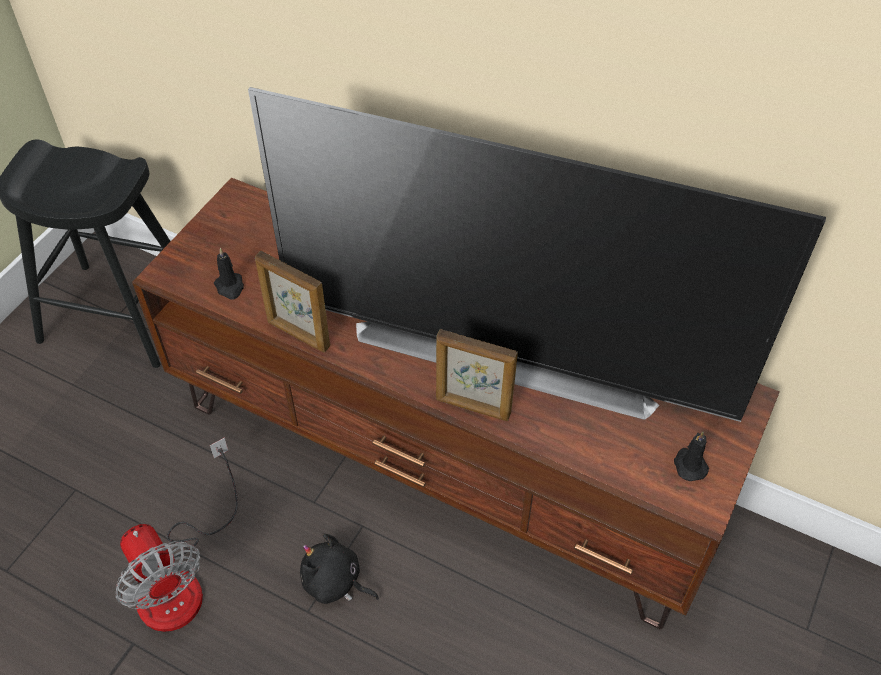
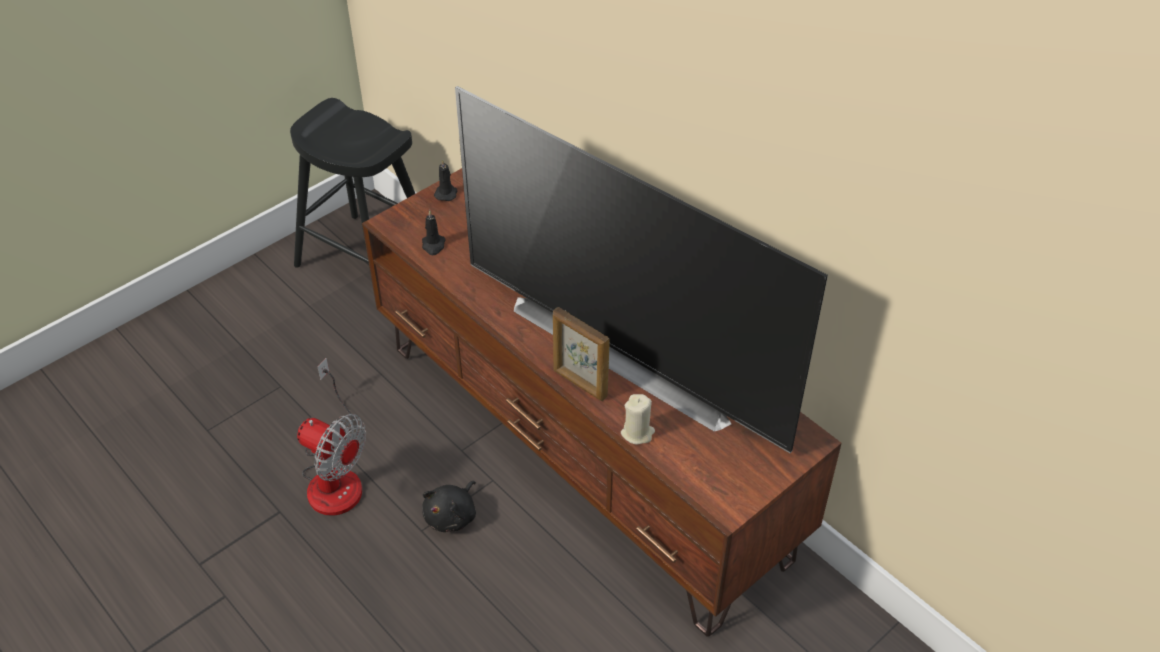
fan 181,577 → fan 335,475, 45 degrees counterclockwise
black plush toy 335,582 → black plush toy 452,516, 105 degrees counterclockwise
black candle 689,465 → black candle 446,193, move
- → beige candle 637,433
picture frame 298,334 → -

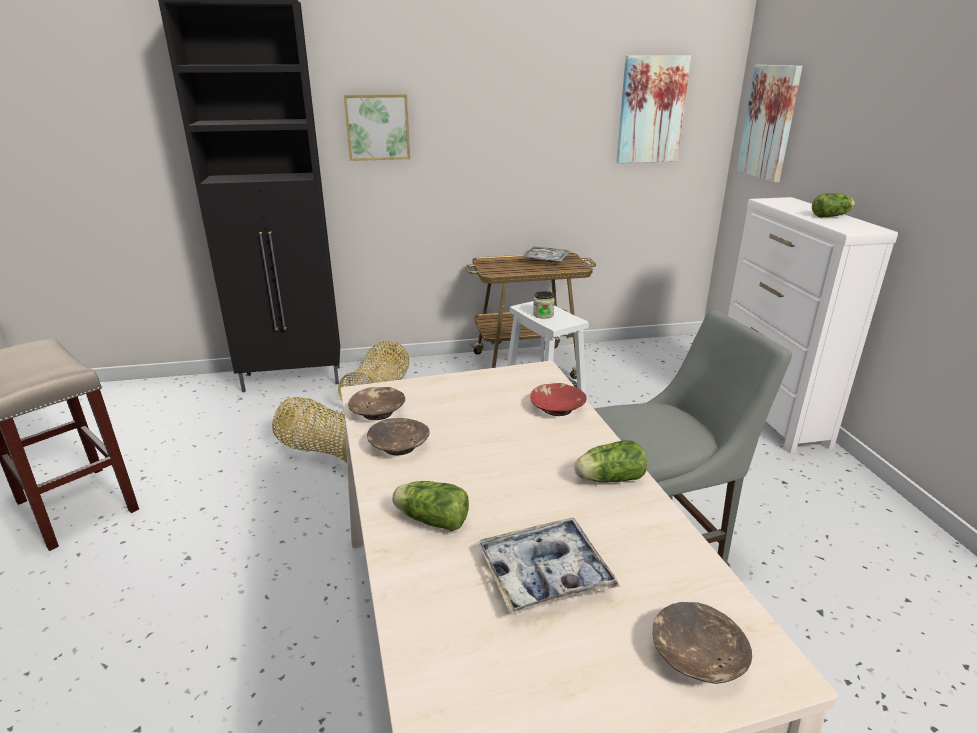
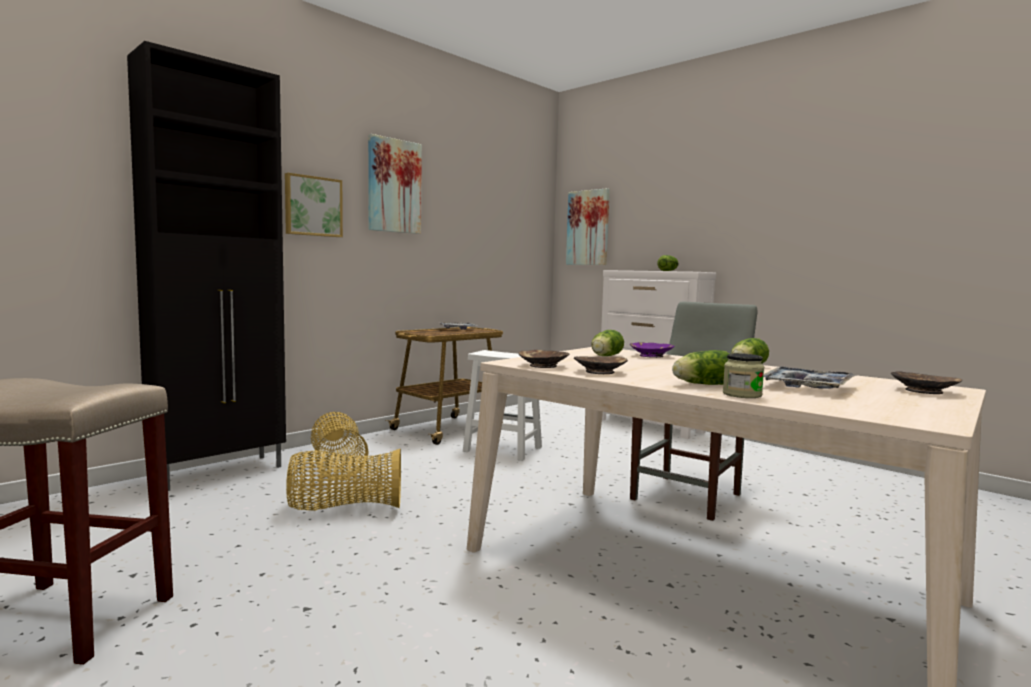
picture 651,110 → picture 394,186, move
- → lettuce 605,356
red bowl 558,408 → purple bowl 651,355
jar 543,315 → jar 742,394, move

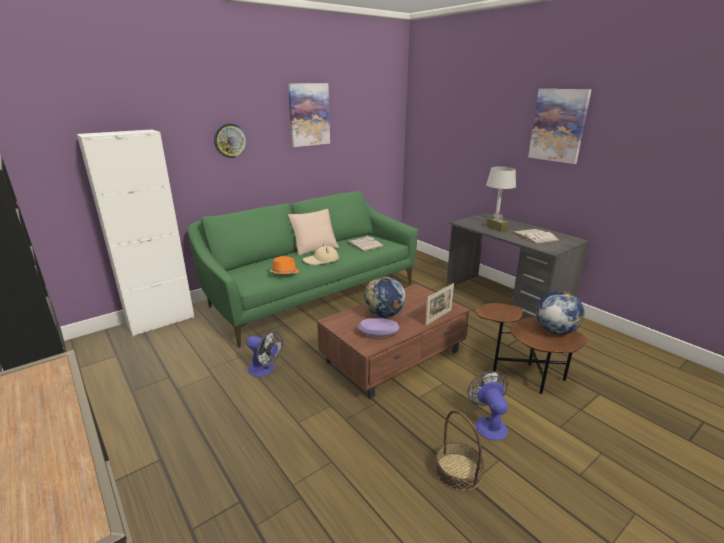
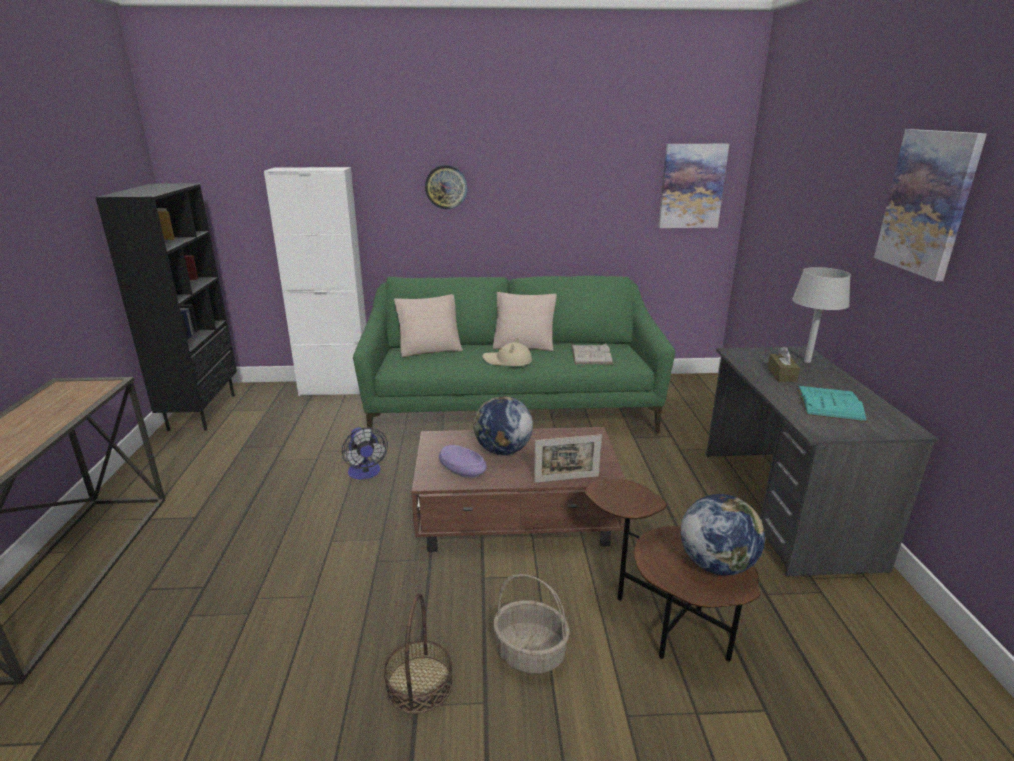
- → beige pillow 429,348
fan 488,423 → basket 529,653
picture 309,115 → picture 692,186, move
white book 535,236 → turquoise book 829,403
orange hat 284,273 → -

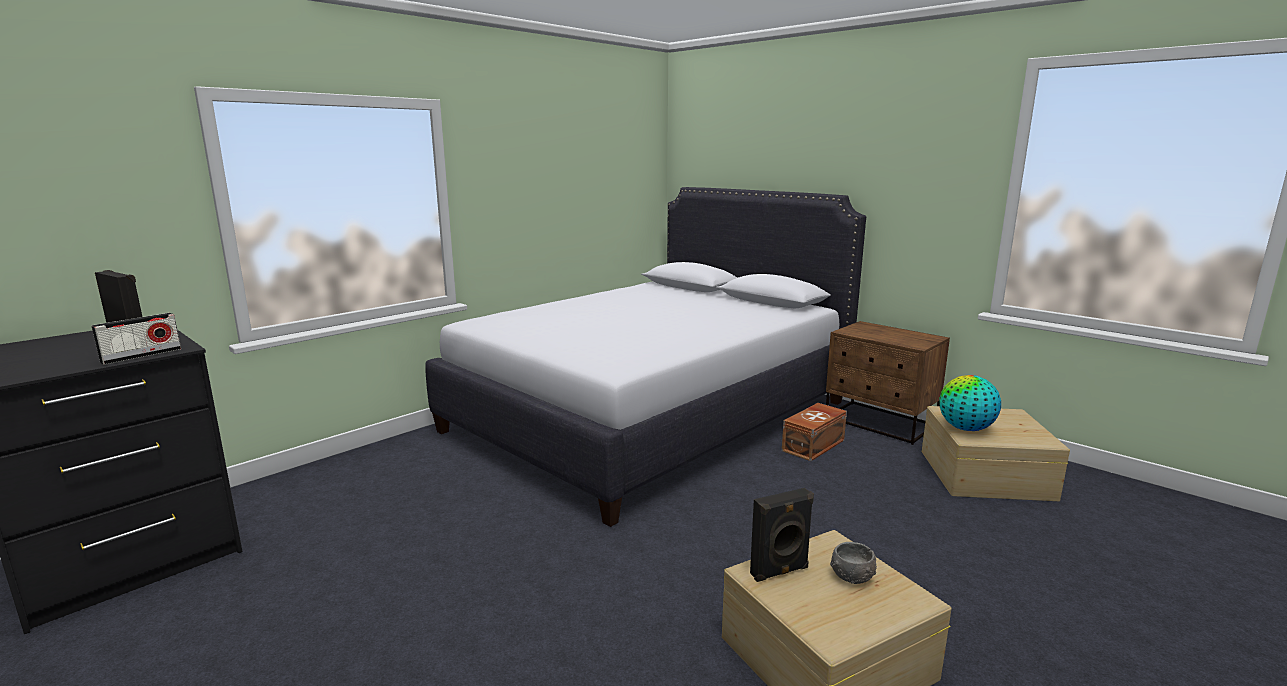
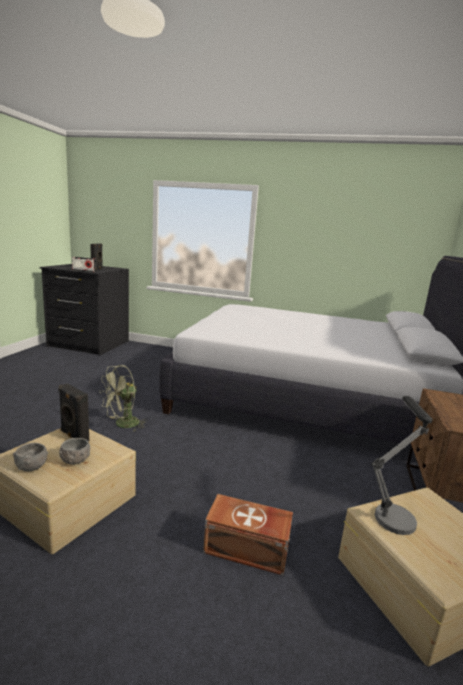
- → grey bowl 31,466
- → green fan 122,425
brown storage box 814,445 → brown storage box 247,549, move
globe 965,429 → table lamp 393,511

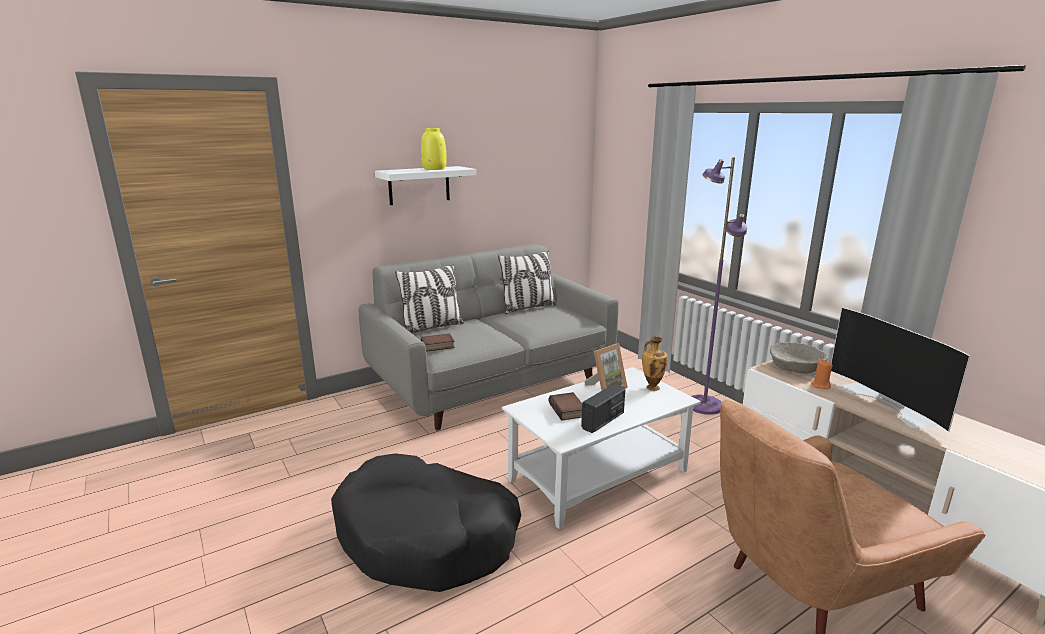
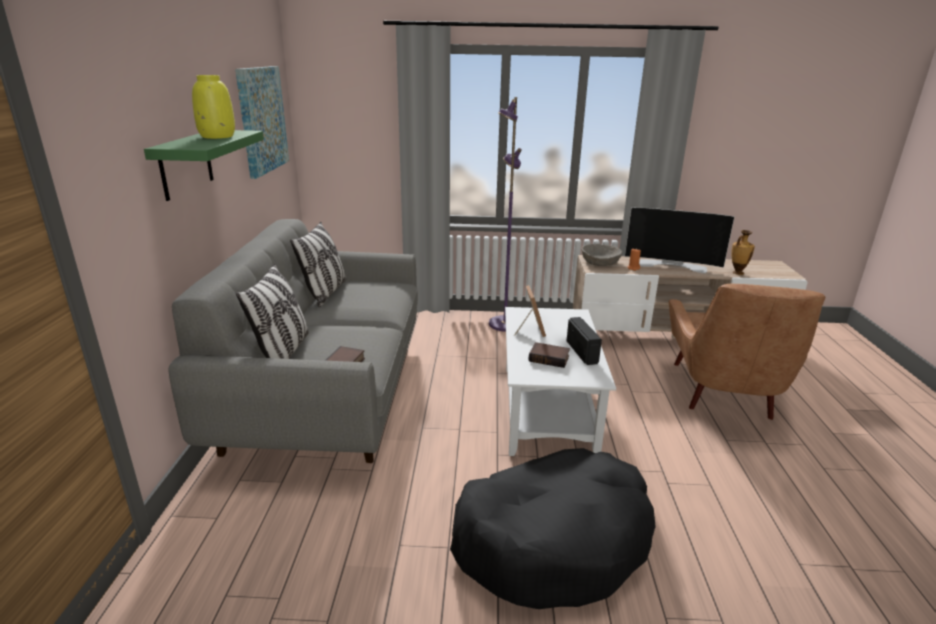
white shelf 419,185 → green shelf 186,164
- → picture 262,120
vase 652,387 → vase 737,273, move

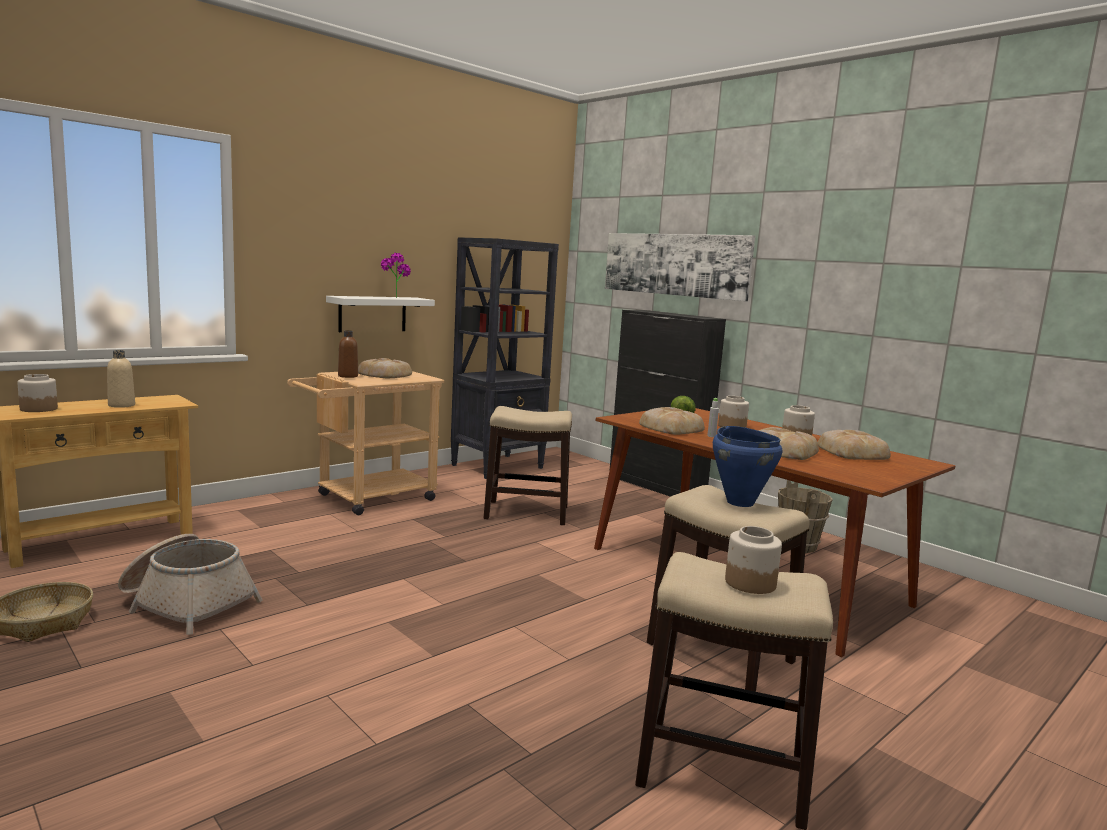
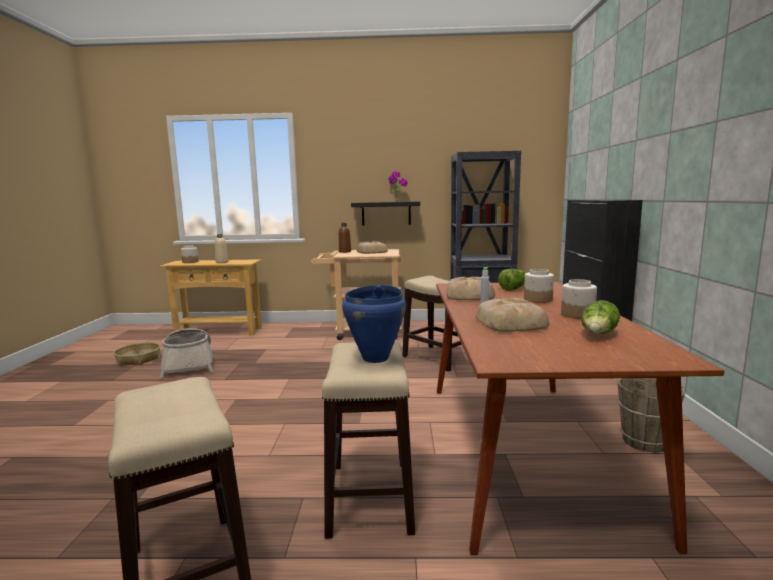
white shelf 372,314 → black shelf 386,213
bread 852,452 → lettuce 598,335
picture 674,264 → -
jar 749,583 → -

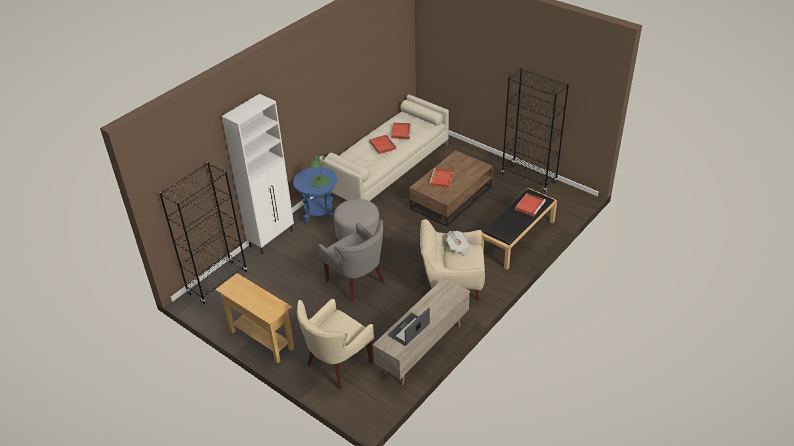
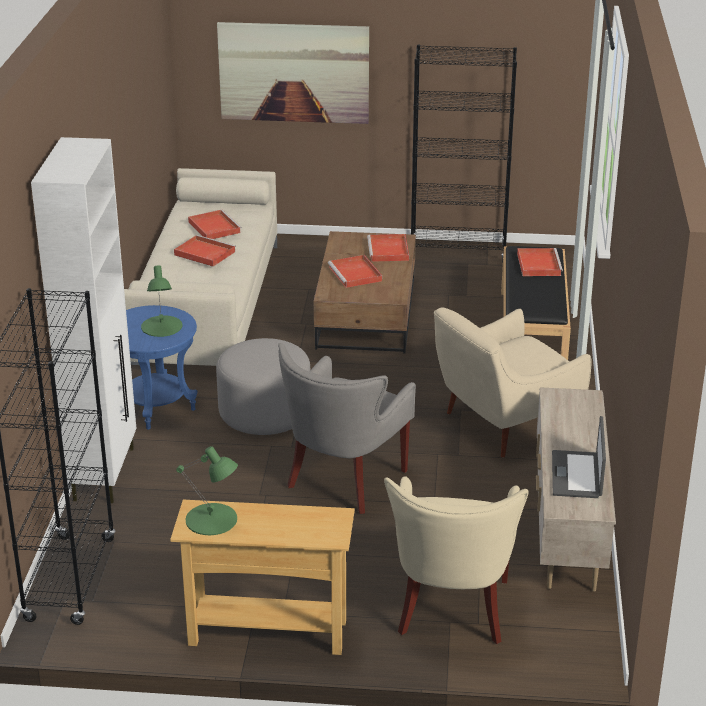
- → green table lamp 212,520
- → picture 294,72
grey armchair 356,282 → grey armchair 344,480, 105 degrees clockwise
- → red tray 388,251
newspaper 459,248 → -

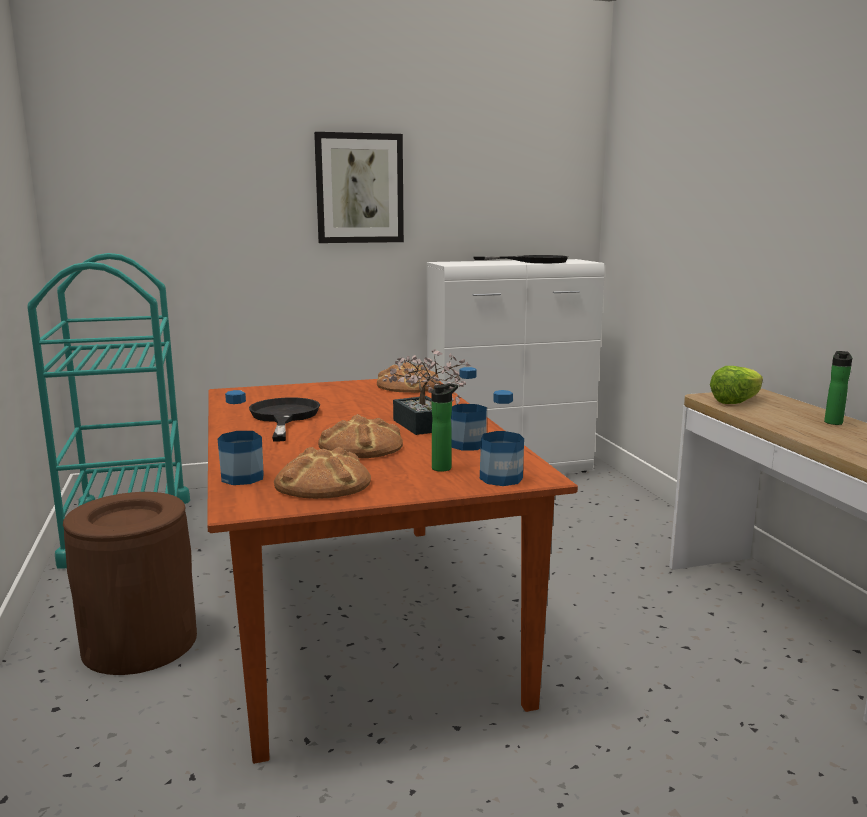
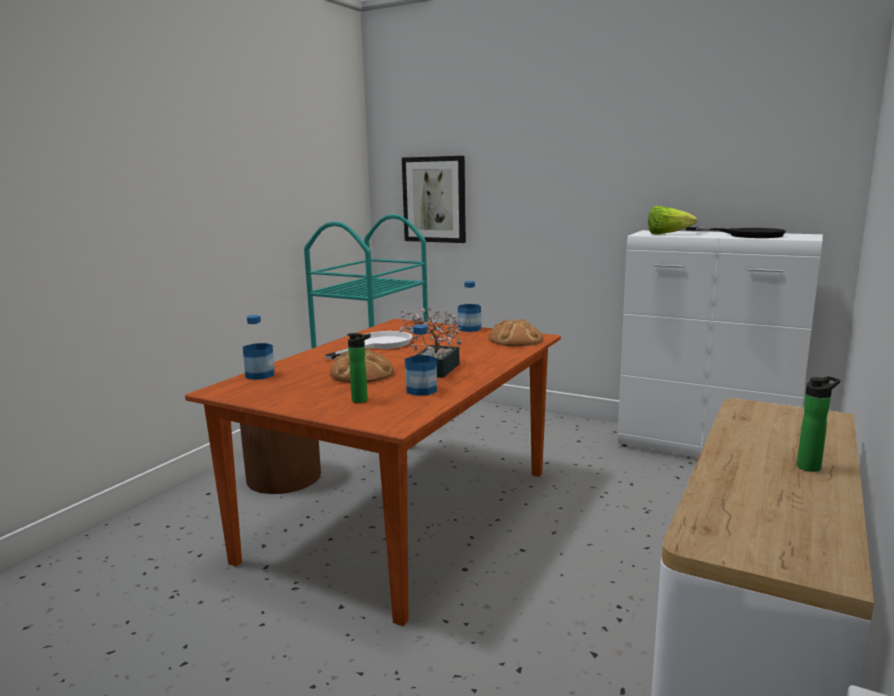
black frying pan 284,417 → white frying pan 378,345
picture 359,188 → picture 434,199, move
bottle 501,478 → bottle 469,329, move
lettuce 736,402 → lettuce 667,234, move
bread 323,482 → -

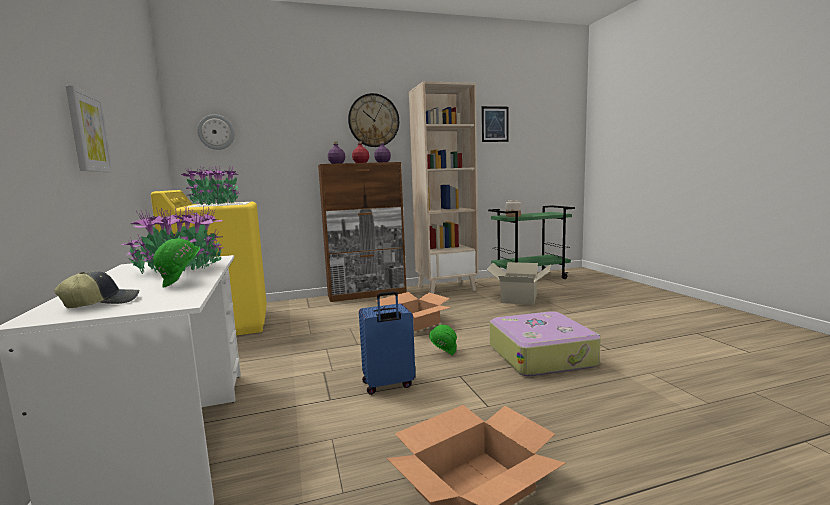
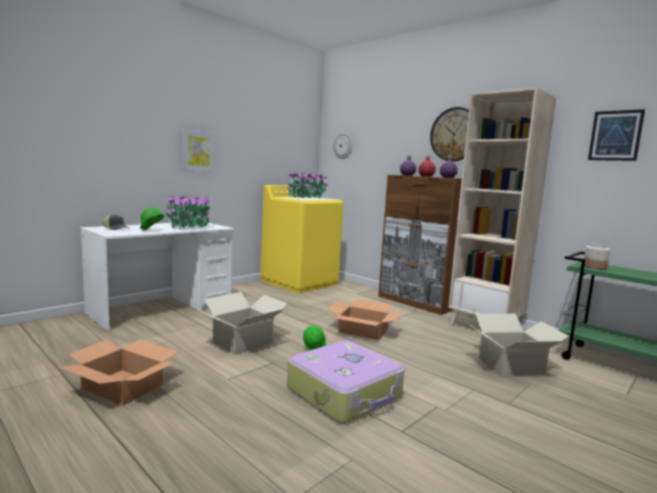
blue suitcase 388,385 → cardboard box 242,342

